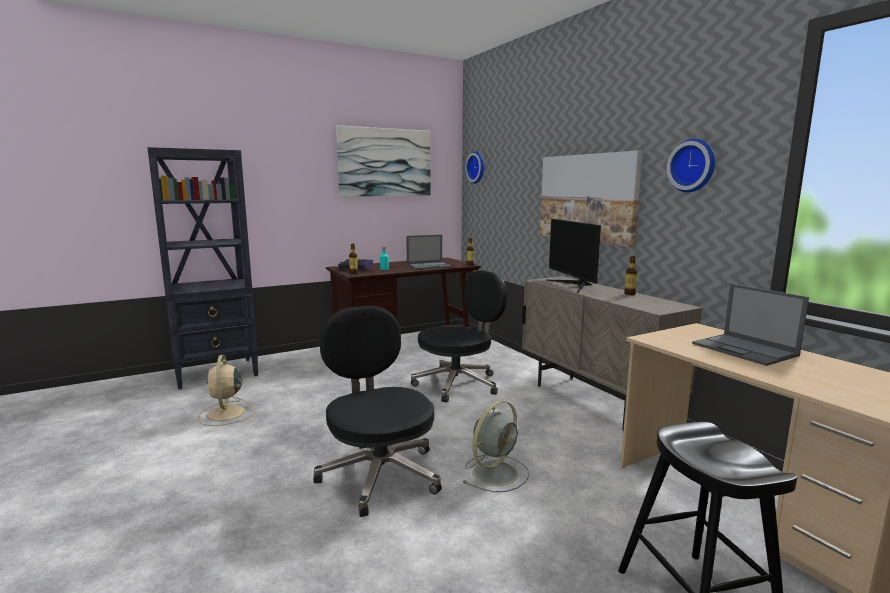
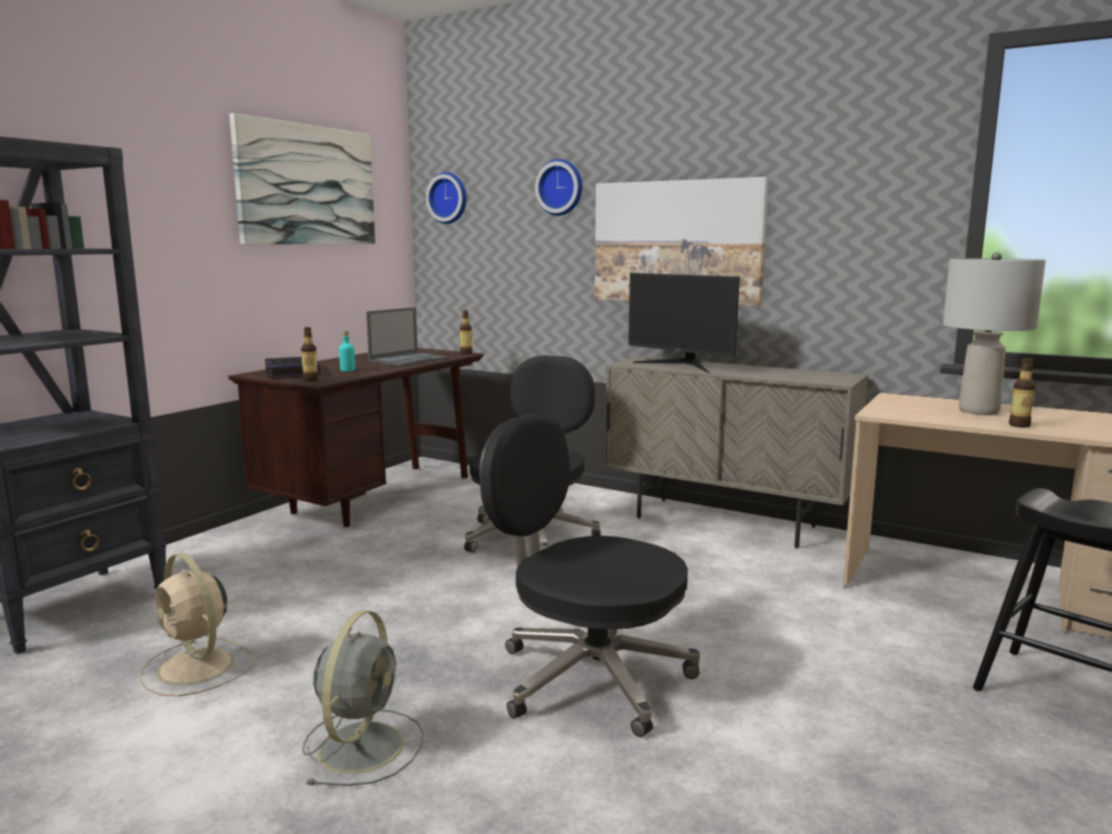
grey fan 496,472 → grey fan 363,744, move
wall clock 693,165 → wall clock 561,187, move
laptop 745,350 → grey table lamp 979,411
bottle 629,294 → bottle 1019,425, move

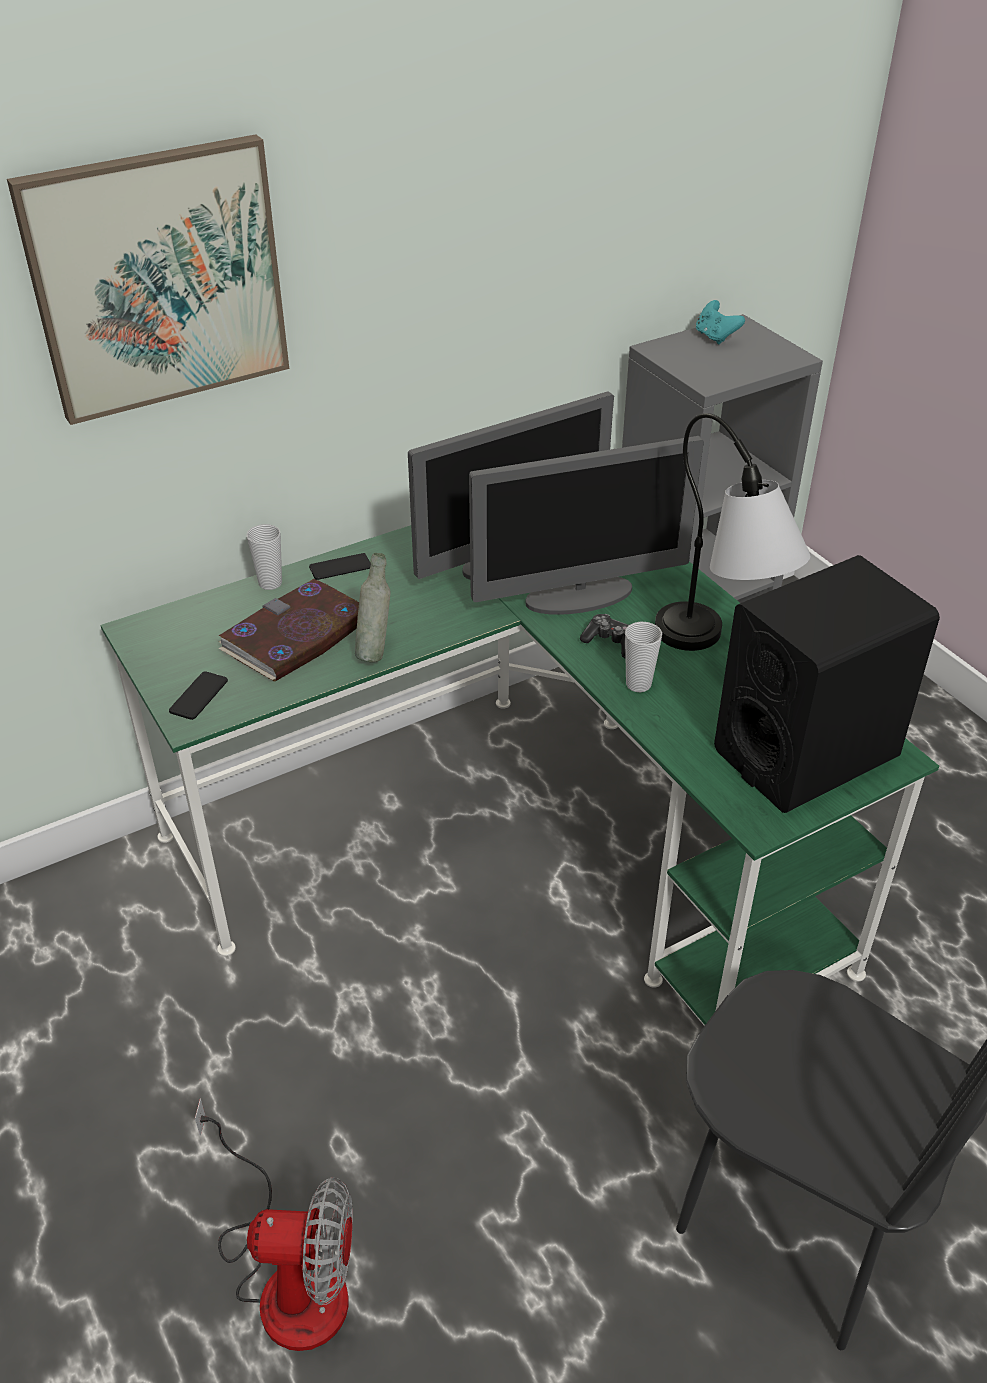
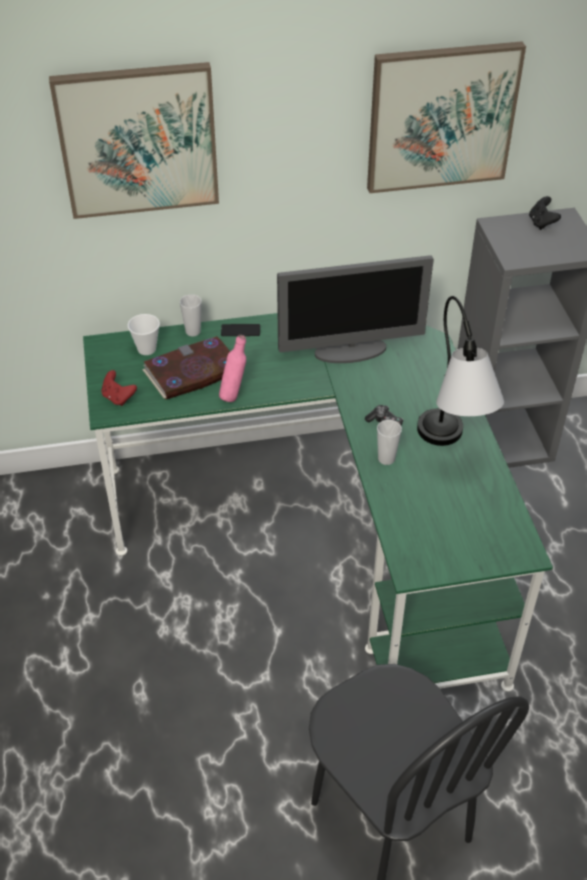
phone 198,696 → red game controller 118,398
- → cup 146,349
grey bottle 375,652 → pink bottle 234,395
- → picture 441,117
turquoise game controller 715,337 → black game controller 541,223
fan 288,1276 → -
monitor 580,596 → -
black speaker 806,753 → -

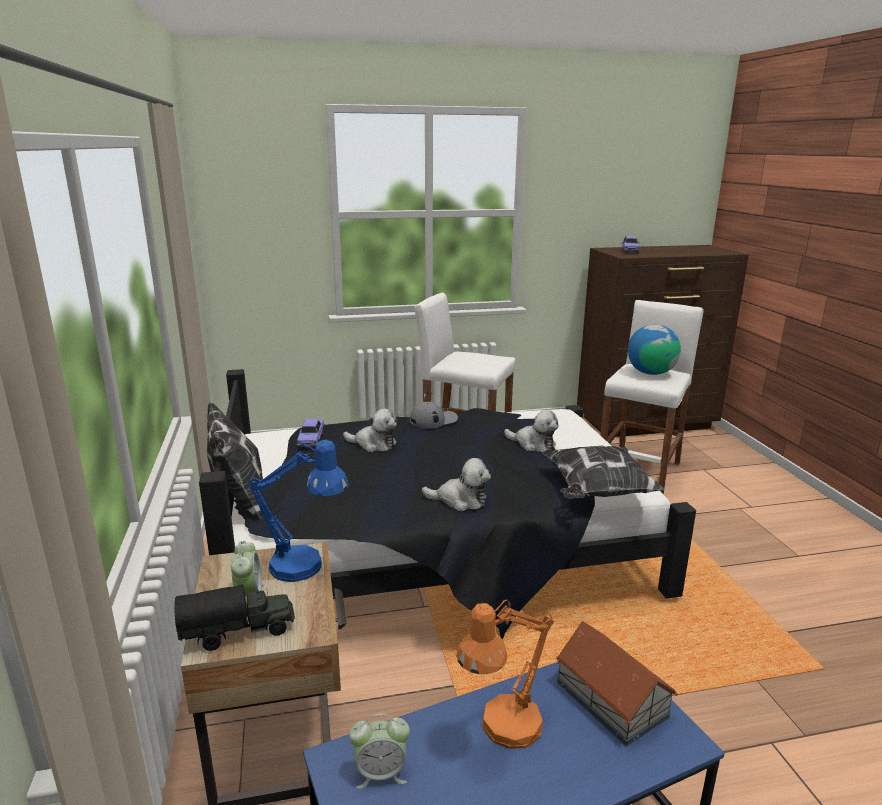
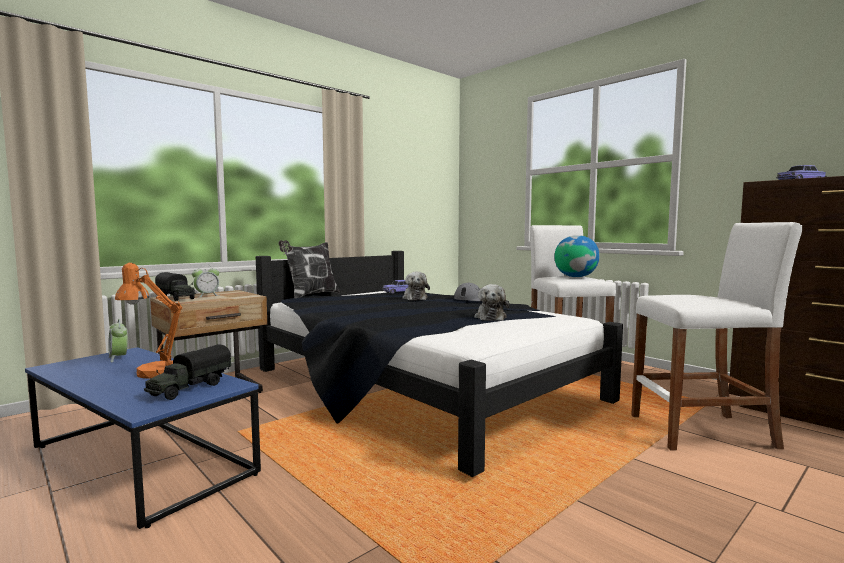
toy house 611,698 → toy truck 189,388
globe 650,373 → globe 575,277, move
blue table lamp 307,568 → -
plush toy 460,500 → -
pillow 596,492 → -

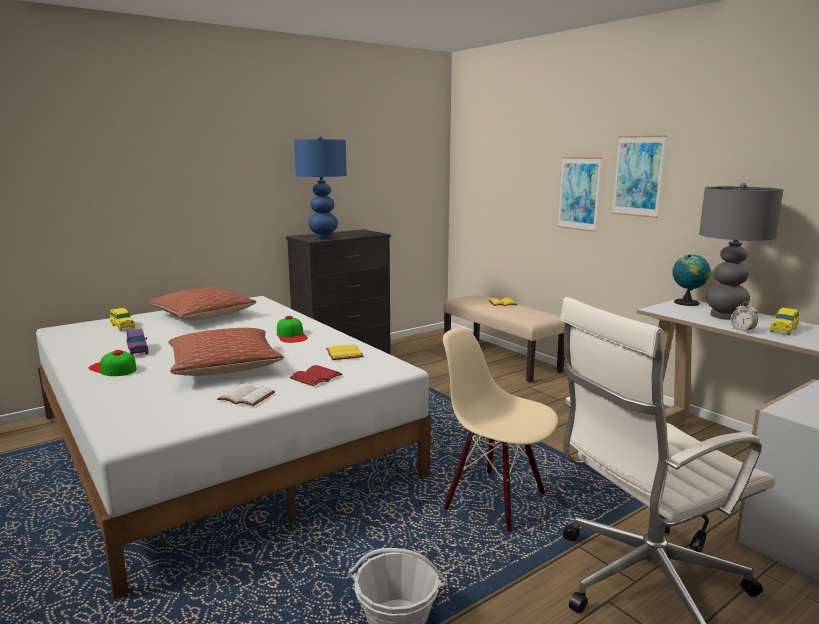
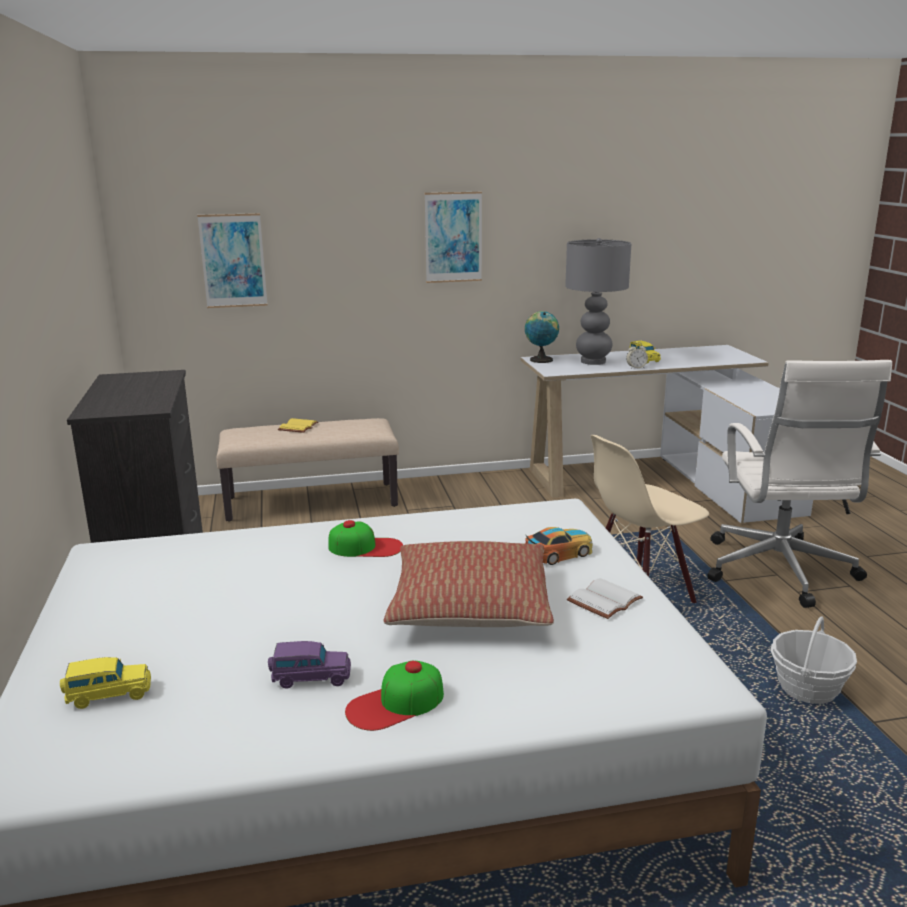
picture 579,193 → picture 233,261, move
red book 316,377 → toy car 559,553
pillow 203,316 → -
blue table lamp 323,237 → -
yellow book 345,354 → -

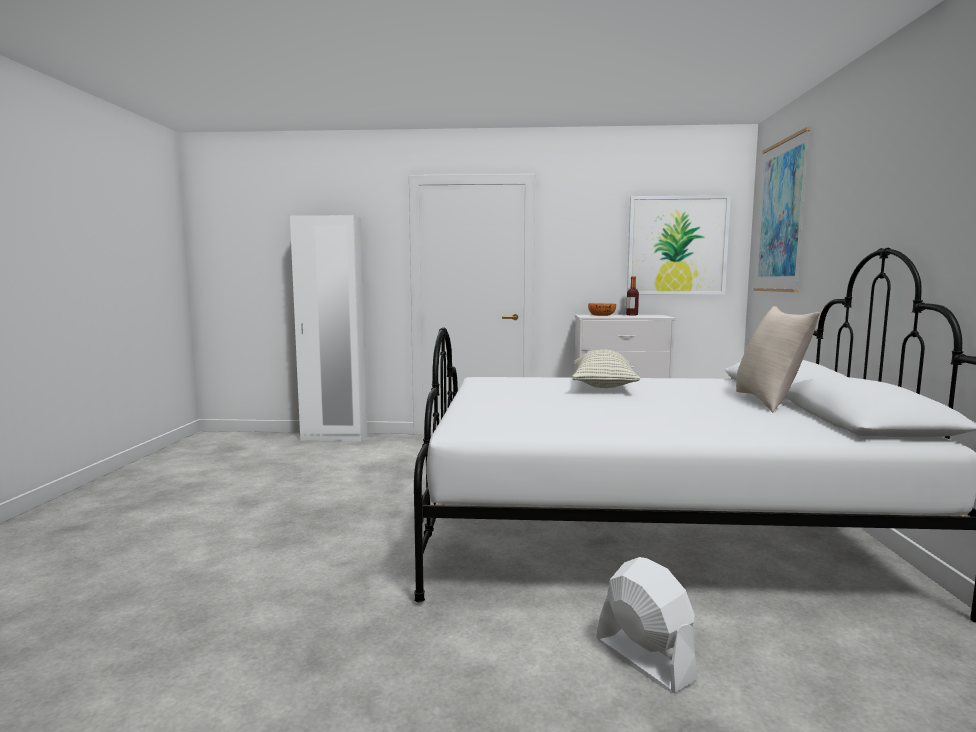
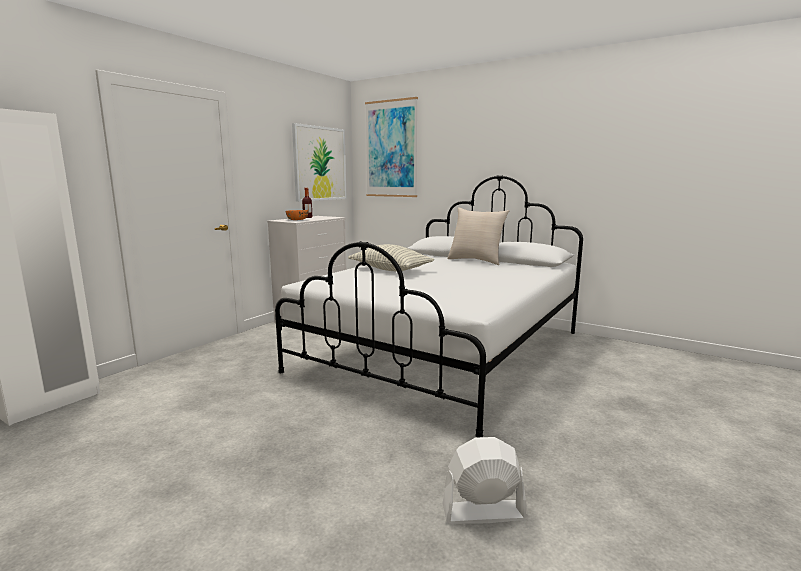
white fan 644,659 → white fan 483,512, move

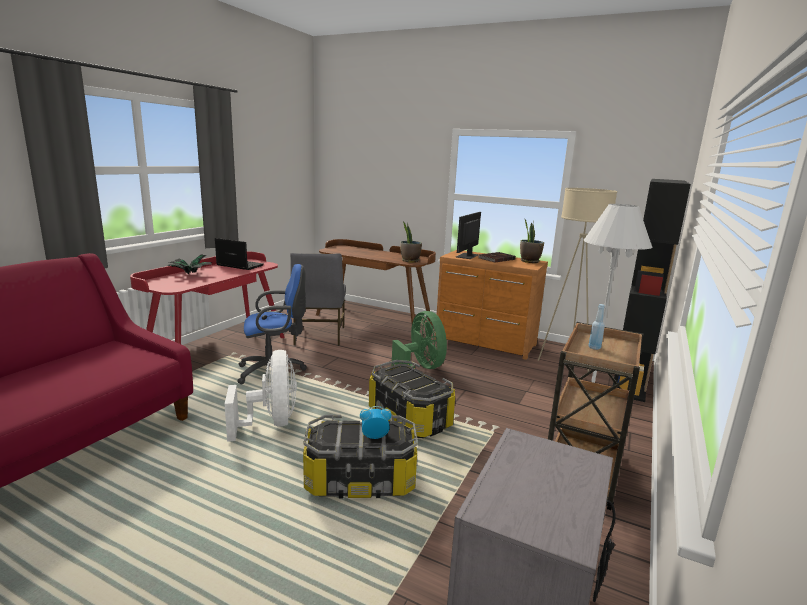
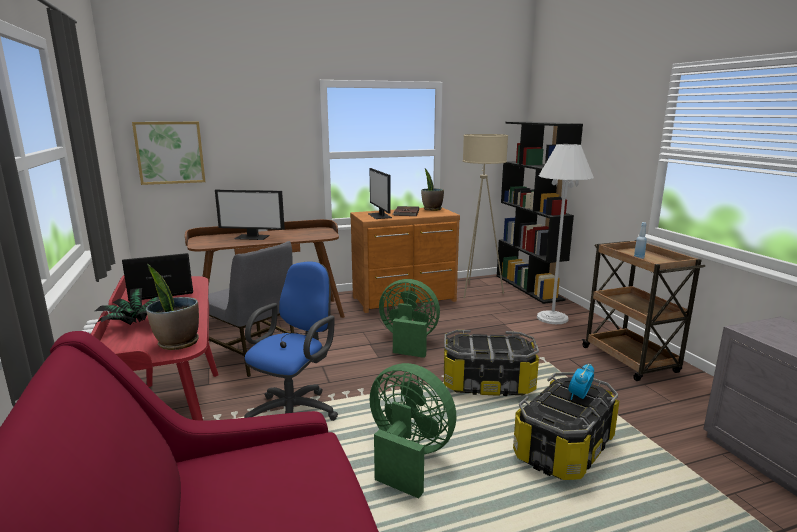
- → picture 170,152
potted plant 410,261 → potted plant 177,343, move
- → monitor 252,237
white fan 271,423 → green fan 408,457

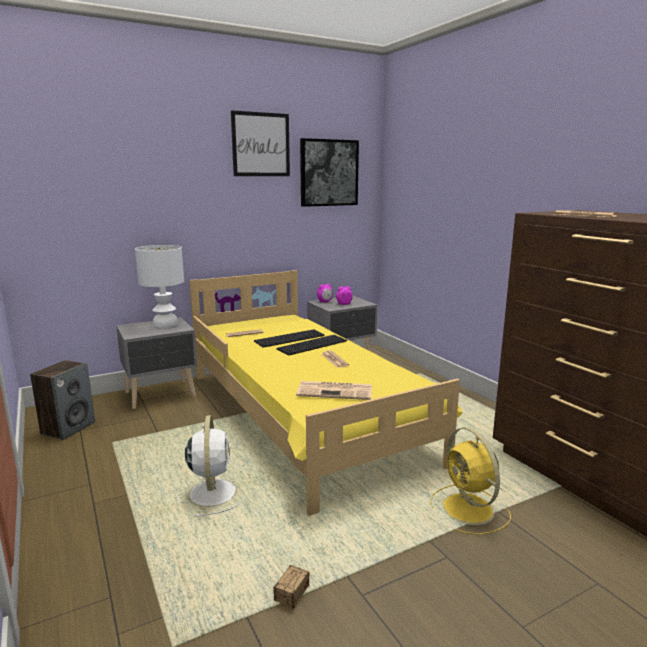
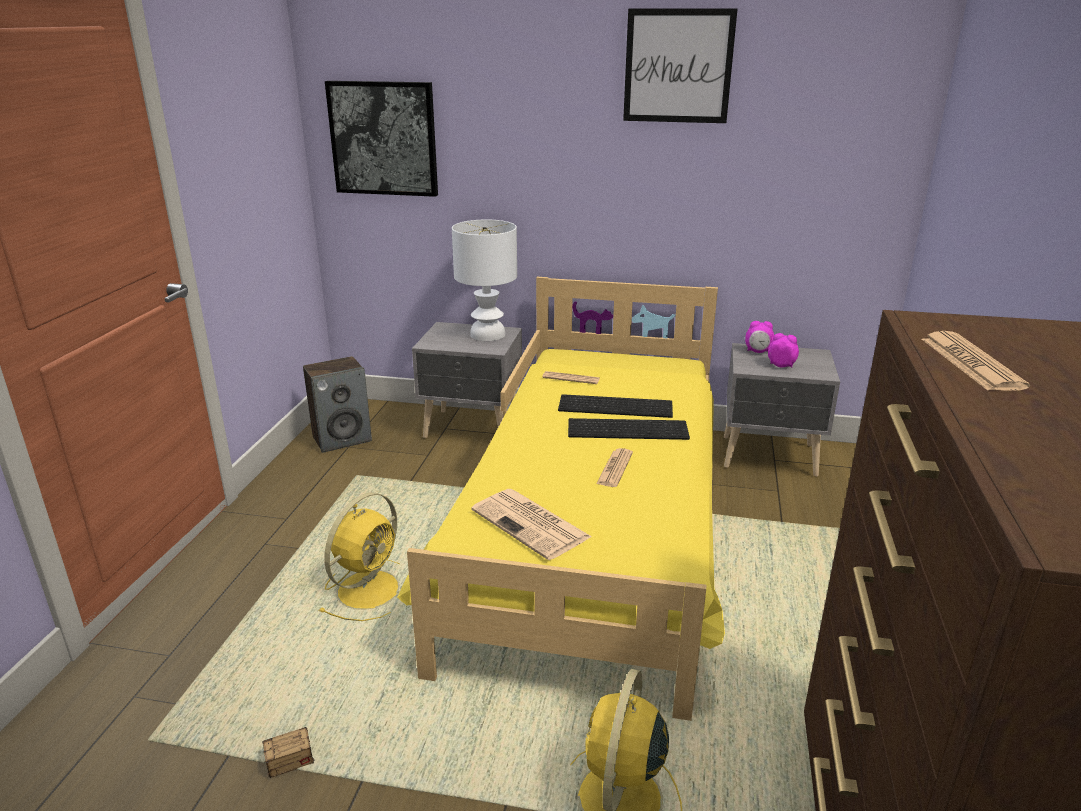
white fan 212,492 → yellow fan 370,588
picture 329,173 → picture 384,138, move

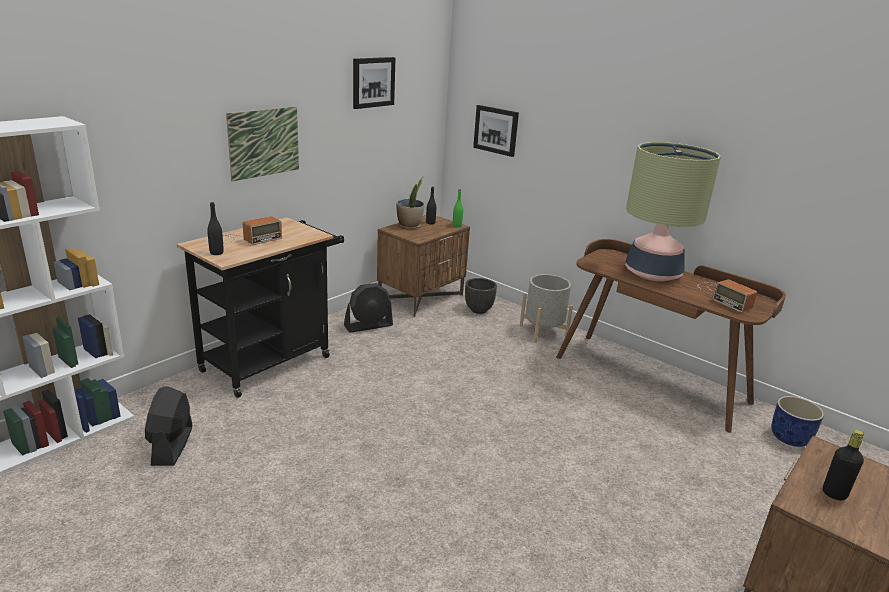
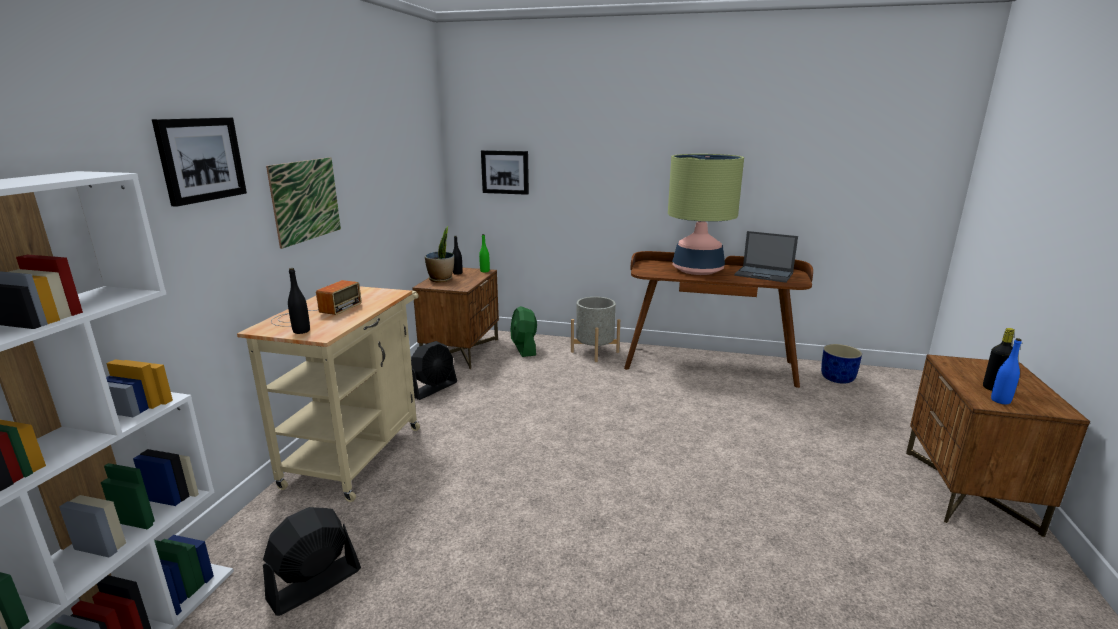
picture 373,82 → picture 200,159, move
black cart 272,360 → beige cart 359,451
black fan 172,446 → black fan 314,584, 75 degrees clockwise
black planter 479,310 → green fan 524,348
radio 723,296 → laptop 764,274
- → blue bottle 1000,401

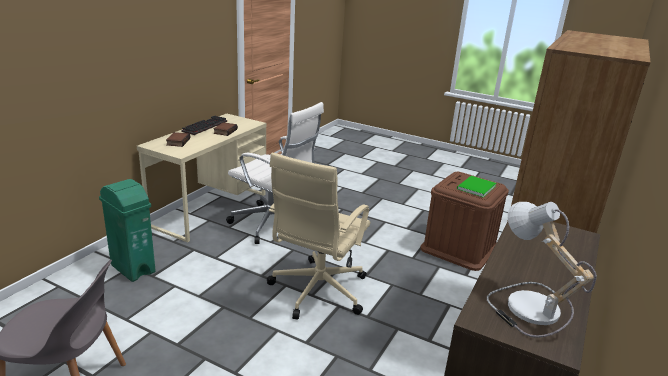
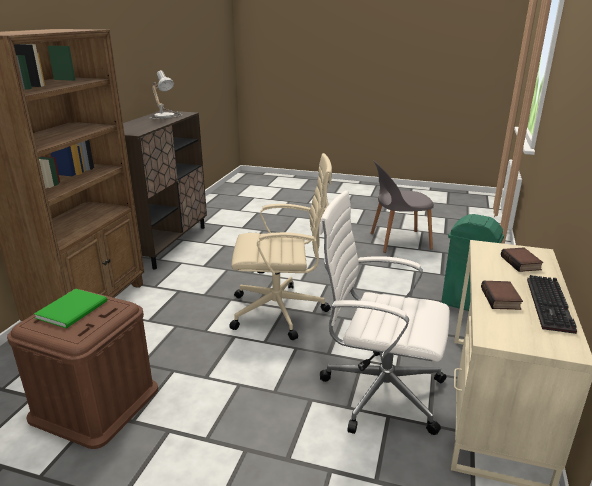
beige office chair 317,292 → beige office chair 281,311, 75 degrees clockwise

